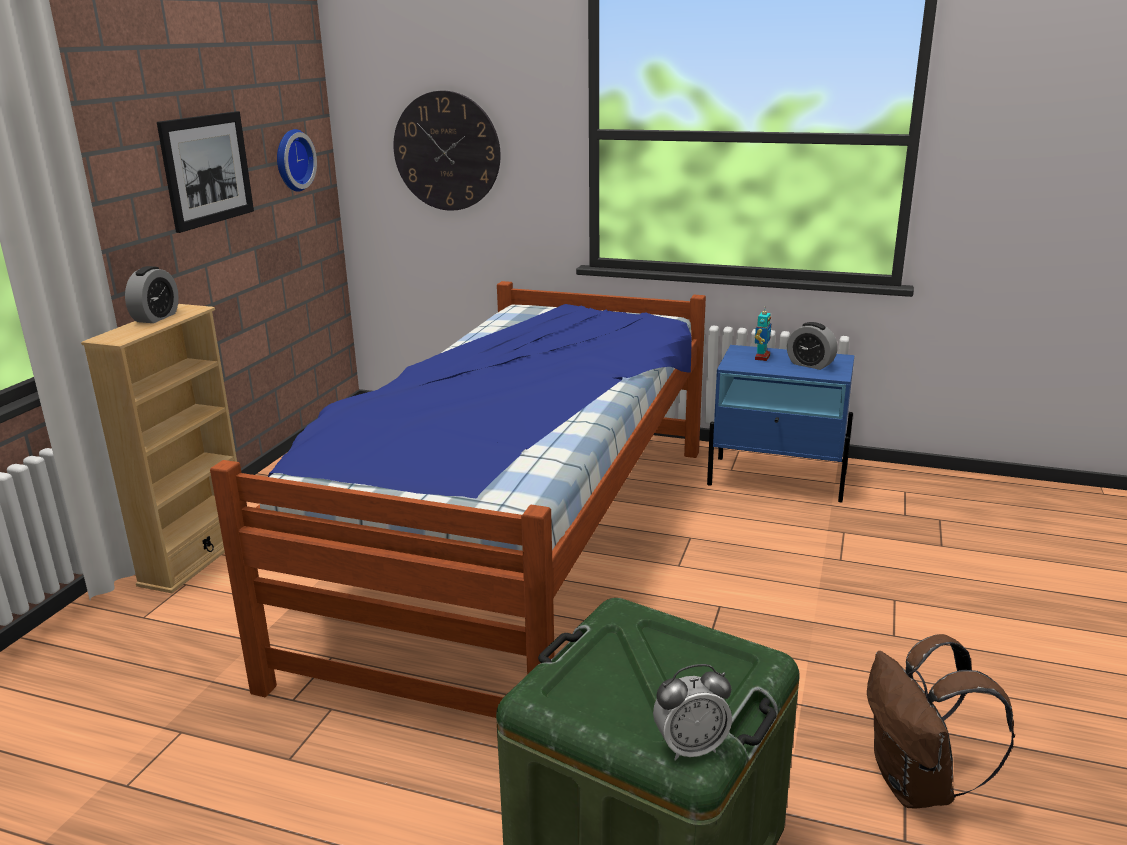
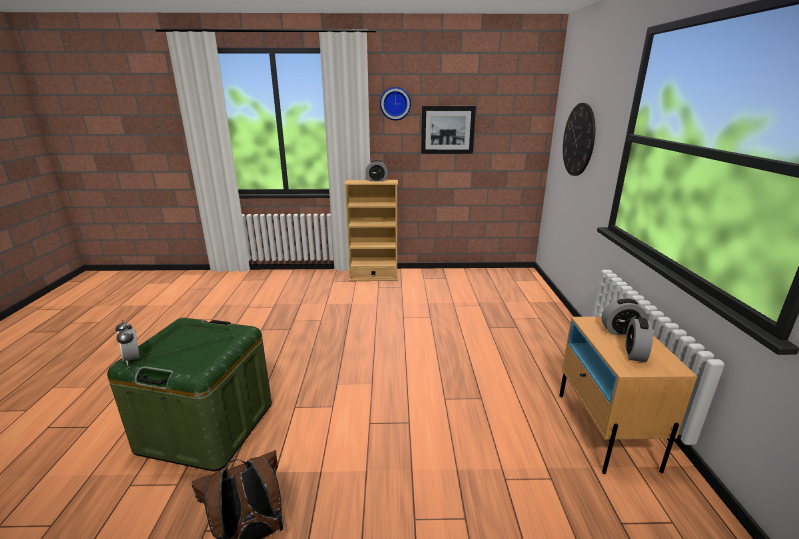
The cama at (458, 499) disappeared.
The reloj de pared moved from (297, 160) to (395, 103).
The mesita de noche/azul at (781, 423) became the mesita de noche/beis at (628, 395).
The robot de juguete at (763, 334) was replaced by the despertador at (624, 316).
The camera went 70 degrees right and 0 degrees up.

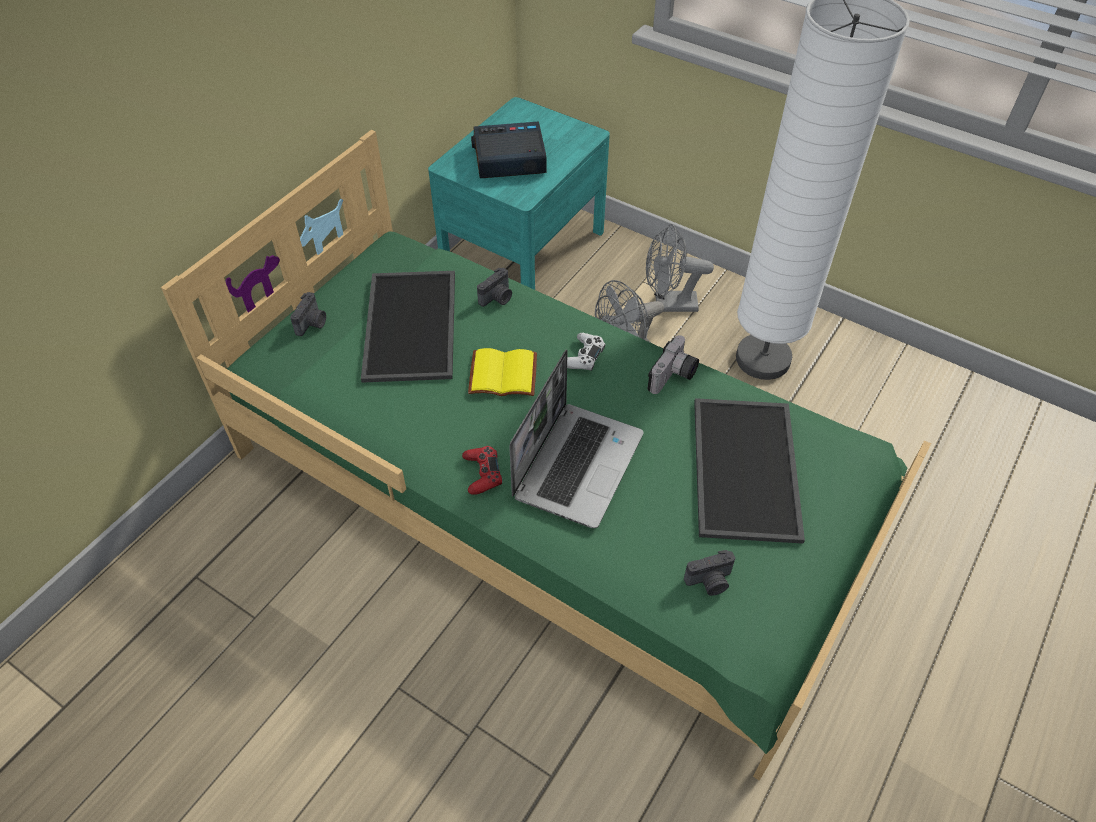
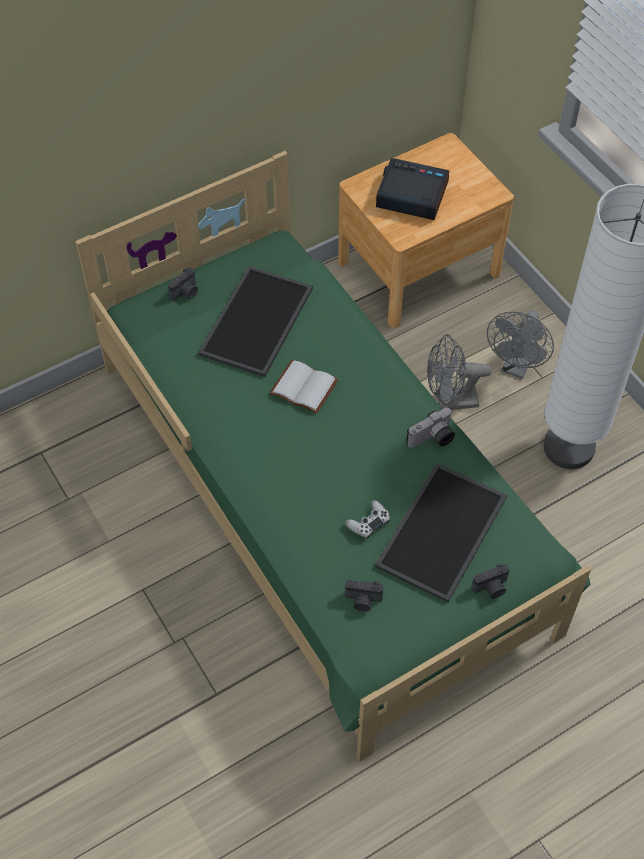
The mesita de noche/turquesa at (519, 193) became the mesita de noche/marrón at (426, 230).
The mando de consola/rojo at (482, 470) disappeared.
The libro/amarillo at (502, 372) became the libro/blanco at (304, 387).
The cámara moved from (494, 287) to (491, 581).
The portátil at (576, 438) disappeared.
The mando de consola/blanco moved from (586, 352) to (367, 519).
The ventilador/gris at (680, 268) turned 90 degrees counterclockwise.
The camera went 25 degrees right and 5 degrees up.

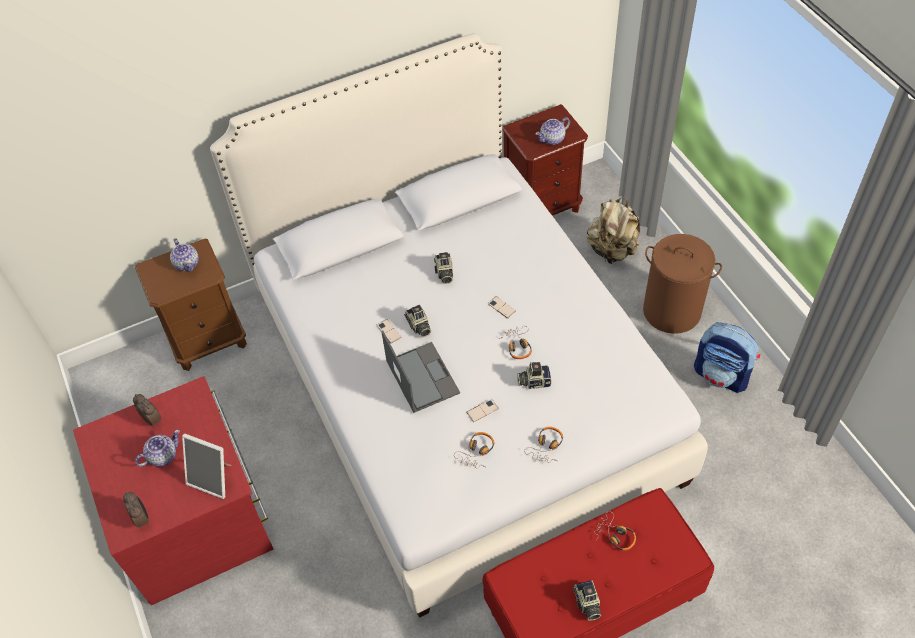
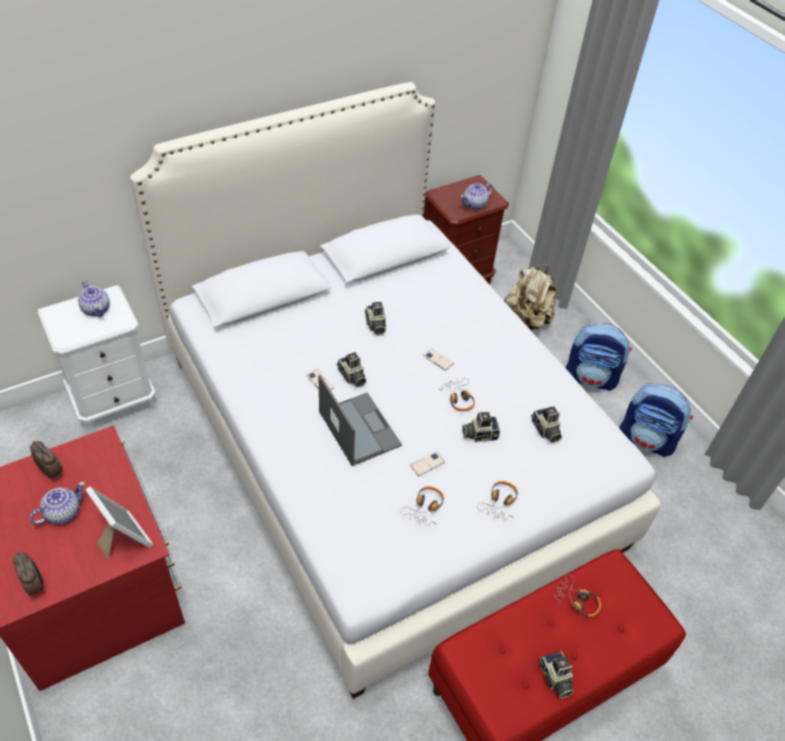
The mesita de noche/marrón at (191, 304) became the mesita de noche/blanco at (96, 357).
The portarretratos at (207, 466) turned 150 degrees counterclockwise.
The cesto de la ropa/marrón at (682, 284) was replaced by the mochila at (598, 357).
The cámara at (546, 424) appeared.
The camera went 10 degrees left and 5 degrees down.

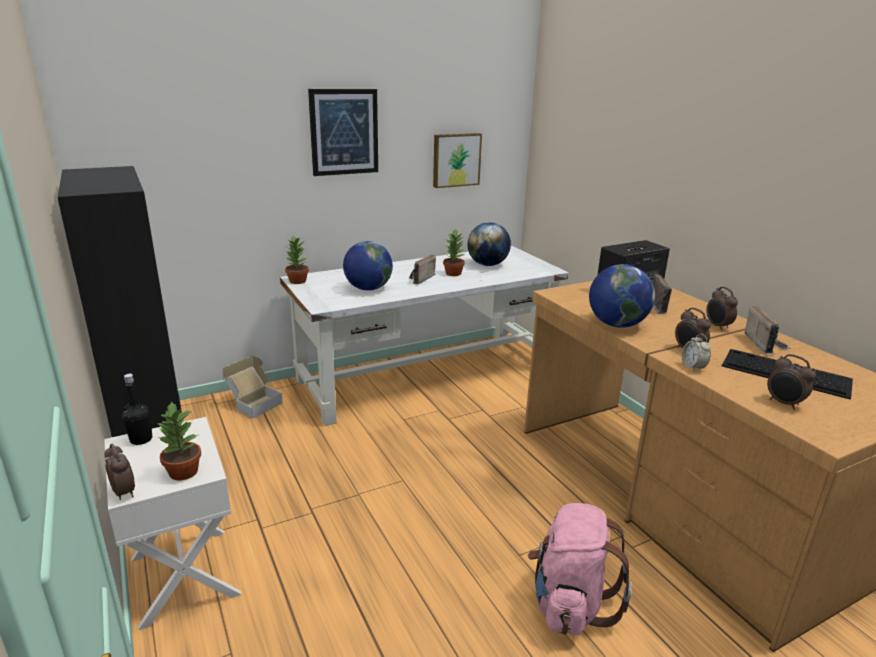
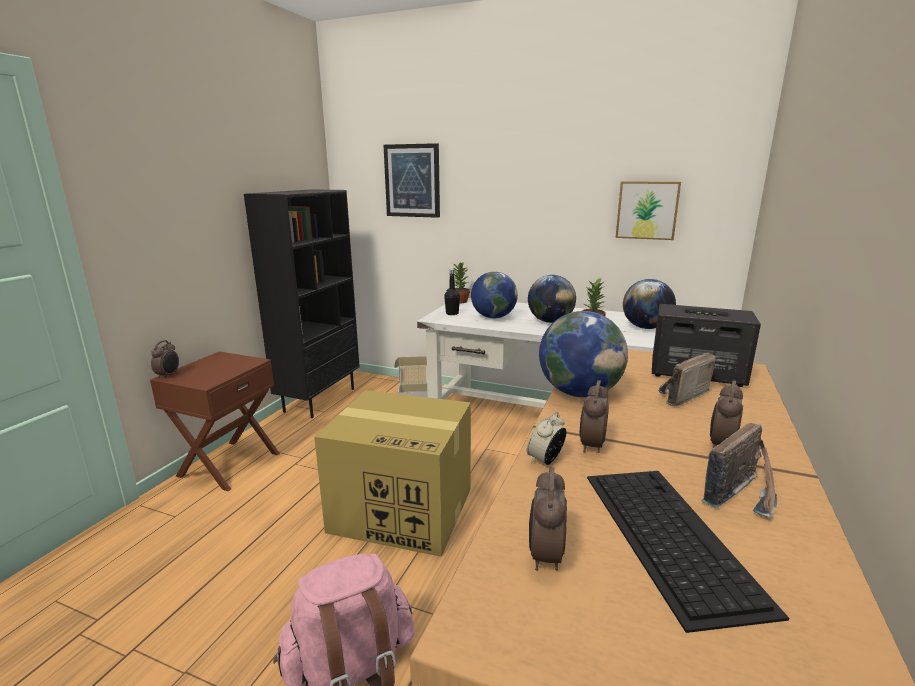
The mesita de noche/blanco at (173, 523) became the mesita de noche/marrón at (215, 421).
The botella/negro moved from (137, 409) to (452, 292).
The planta en maceta at (178, 440) disappeared.
The cuadro moved from (343, 132) to (411, 180).
The radio at (422, 269) was replaced by the globo terráqueo at (552, 299).
The caja de cartón at (392, 473) appeared.
The camera went 50 degrees right and 5 degrees down.

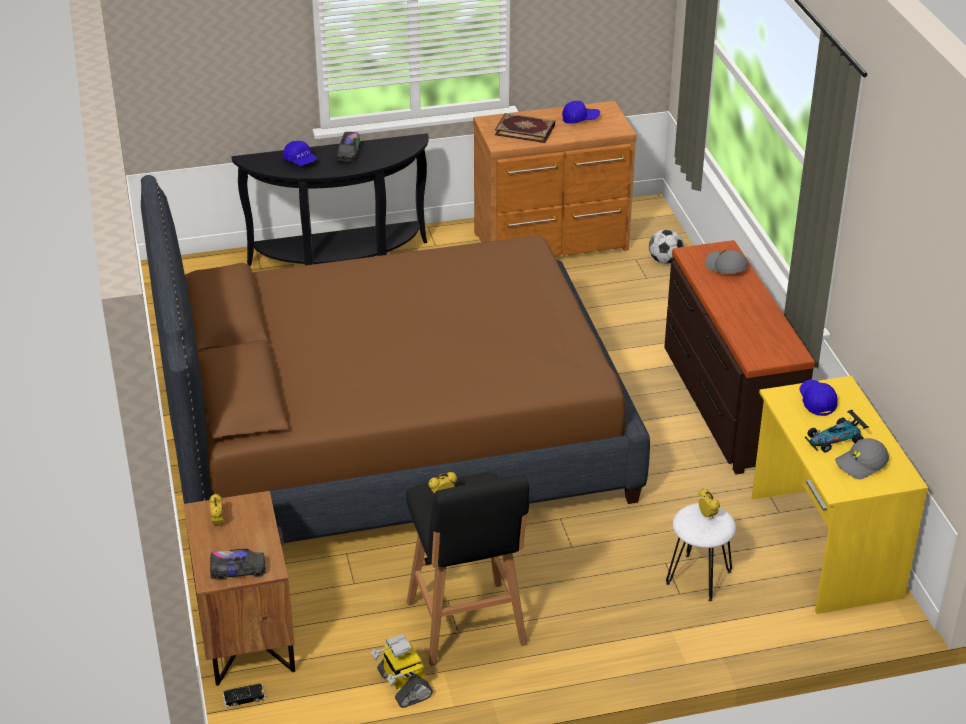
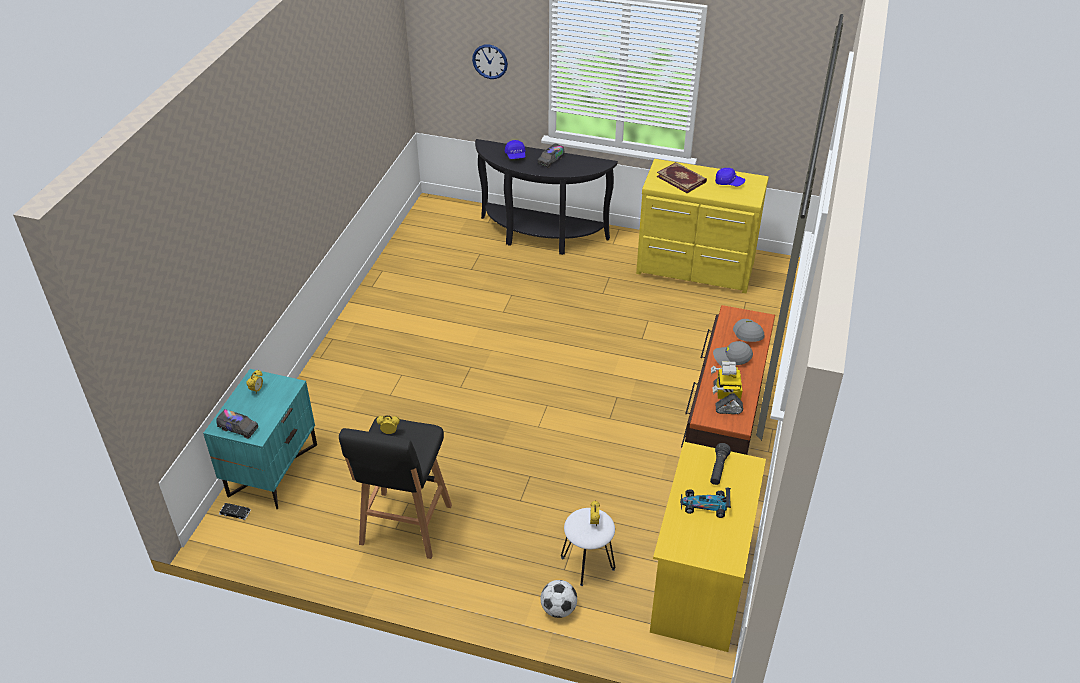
The cama/marrón at (395, 359) disappeared.
The mesita de noche/marrón at (239, 588) became the mesita de noche/turquesa at (260, 439).
The robot de juguete moved from (402, 671) to (727, 387).
The cómoda/marrón at (555, 179) became the cómoda/amarillo at (702, 226).
The balón de fútbol moved from (666, 246) to (559, 599).
The gorra/azul at (818, 398) was replaced by the linterna/negro at (720, 464).
The gorra/gris moved from (862, 459) to (733, 353).
The reloj de pared at (490, 61) appeared.
The camera went 30 degrees right and 5 degrees up.

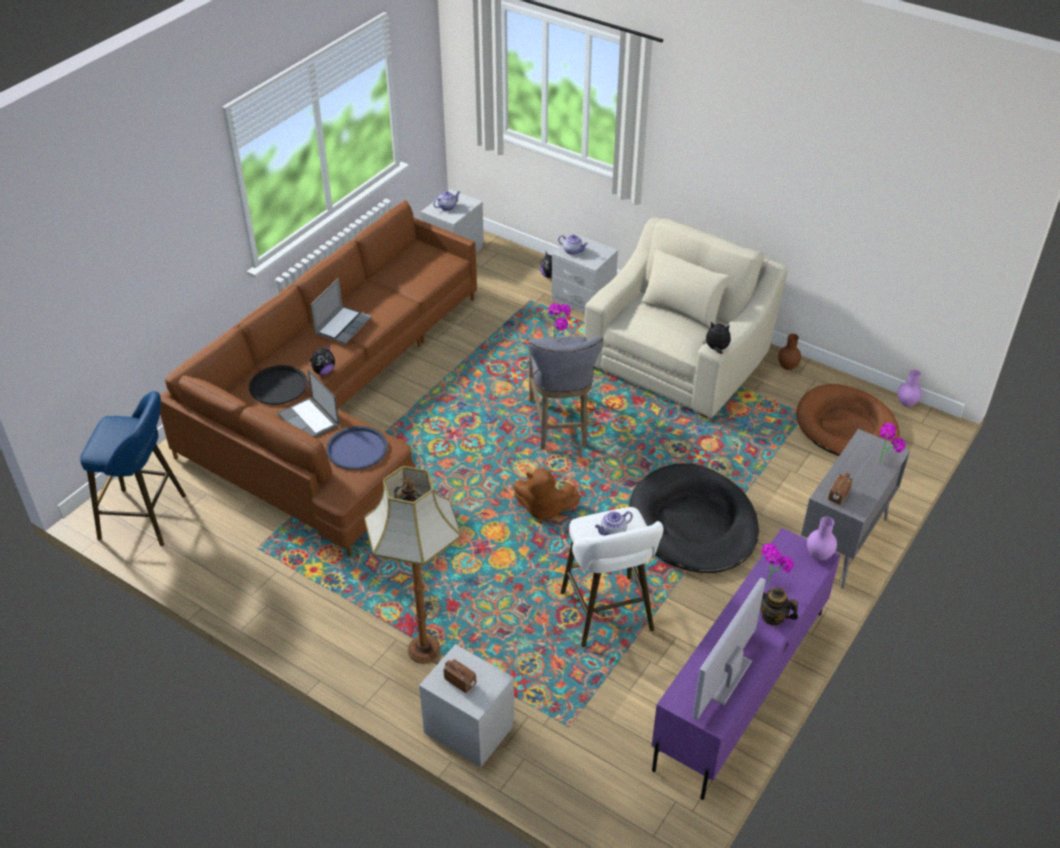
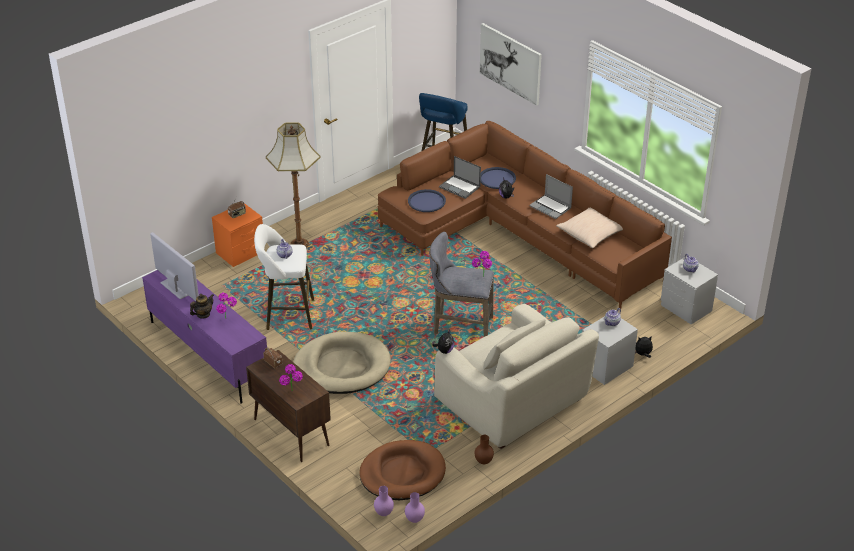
The bandeja/negro at (278, 385) became the bandeja/azul at (498, 178).
The portátil at (309, 404) turned 120 degrees counterclockwise.
The mesita de noche/gris at (466, 705) became the mesita de noche/naranja at (237, 235).
The peluche/marrón at (547, 496) disappeared.
The cama para perro/negro at (694, 518) became the cama para perro/beis at (342, 363).
The armario/gris at (855, 509) became the armario/marrón at (288, 406).
The florero/morado moved from (822, 538) to (384, 501).
The cuadro at (511, 64) appeared.
The cojín/beis at (589, 228) appeared.
The camera went 105 degrees right and 5 degrees down.

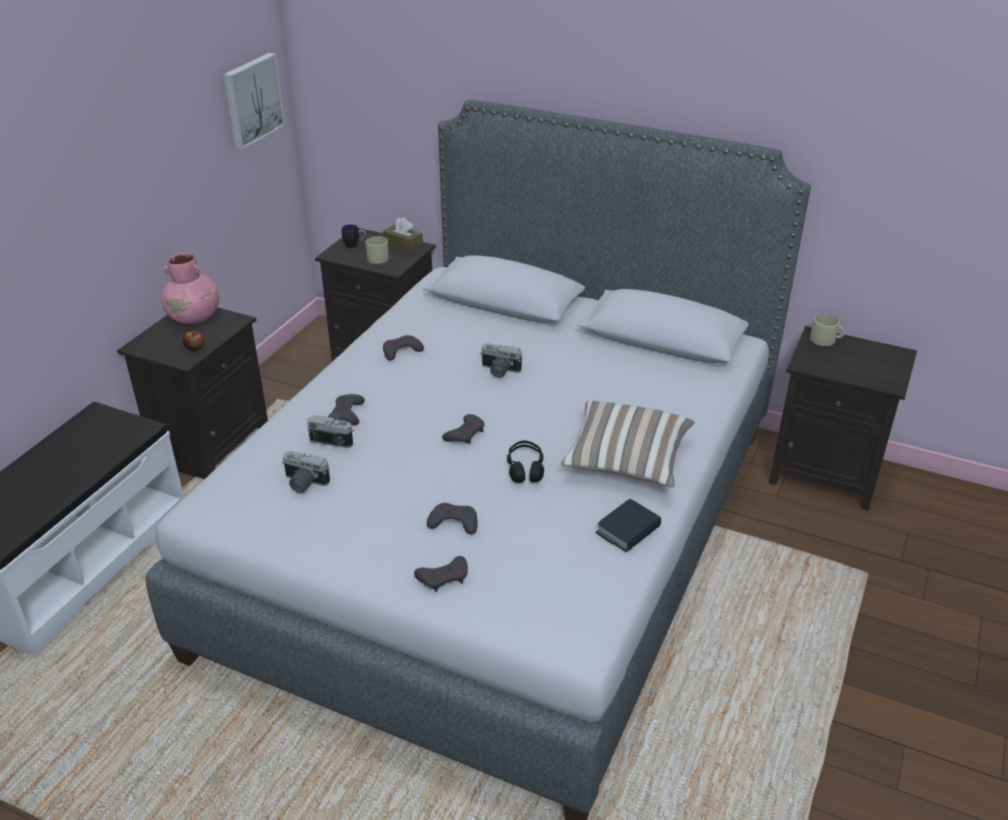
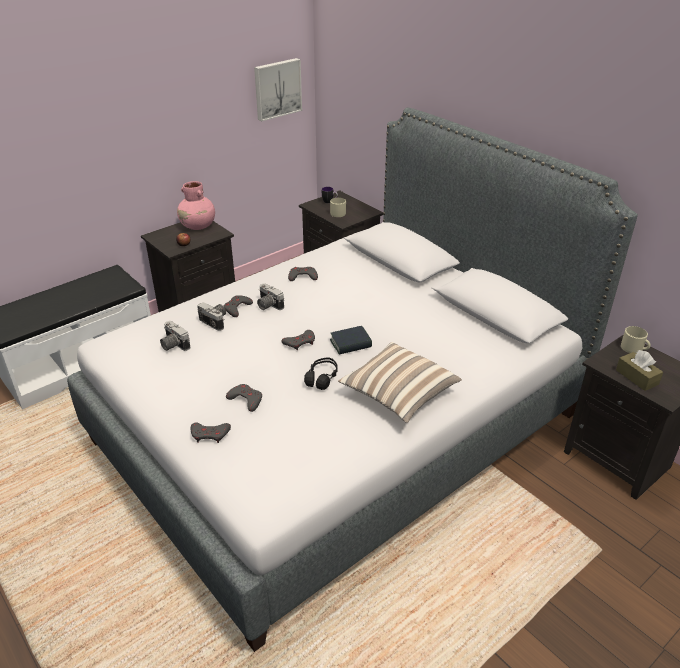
The caja de pañuelos/marrón moved from (403, 235) to (639, 370).
The cámara moved from (501, 361) to (270, 296).
The libro moved from (628, 525) to (351, 340).
The camera went 25 degrees right and 0 degrees up.

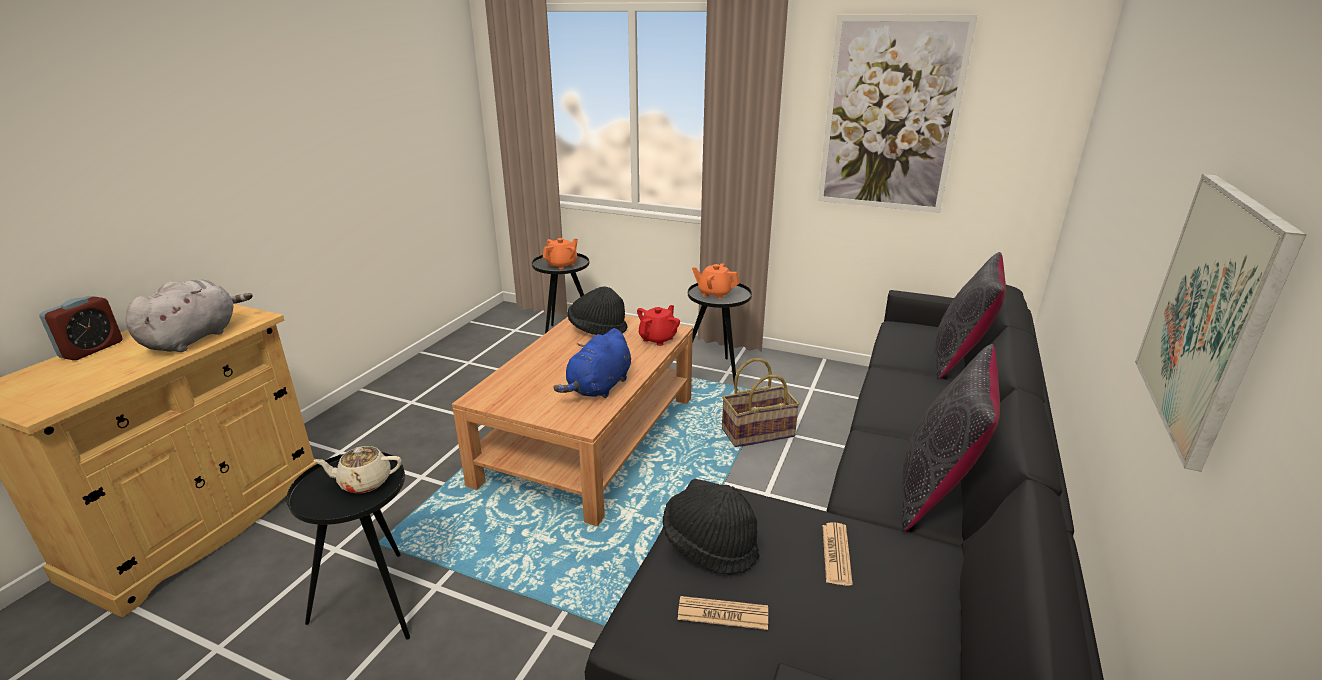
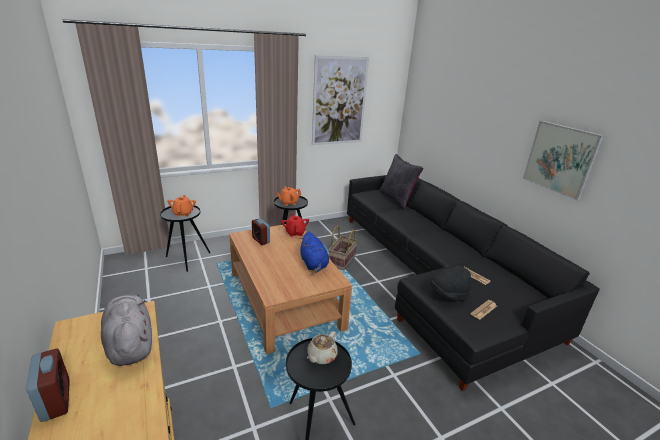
The sombrero/negro at (597, 310) was replaced by the despertador at (261, 231).
The cojín/negro at (951, 438) disappeared.
The camera went 50 degrees left and 0 degrees up.

